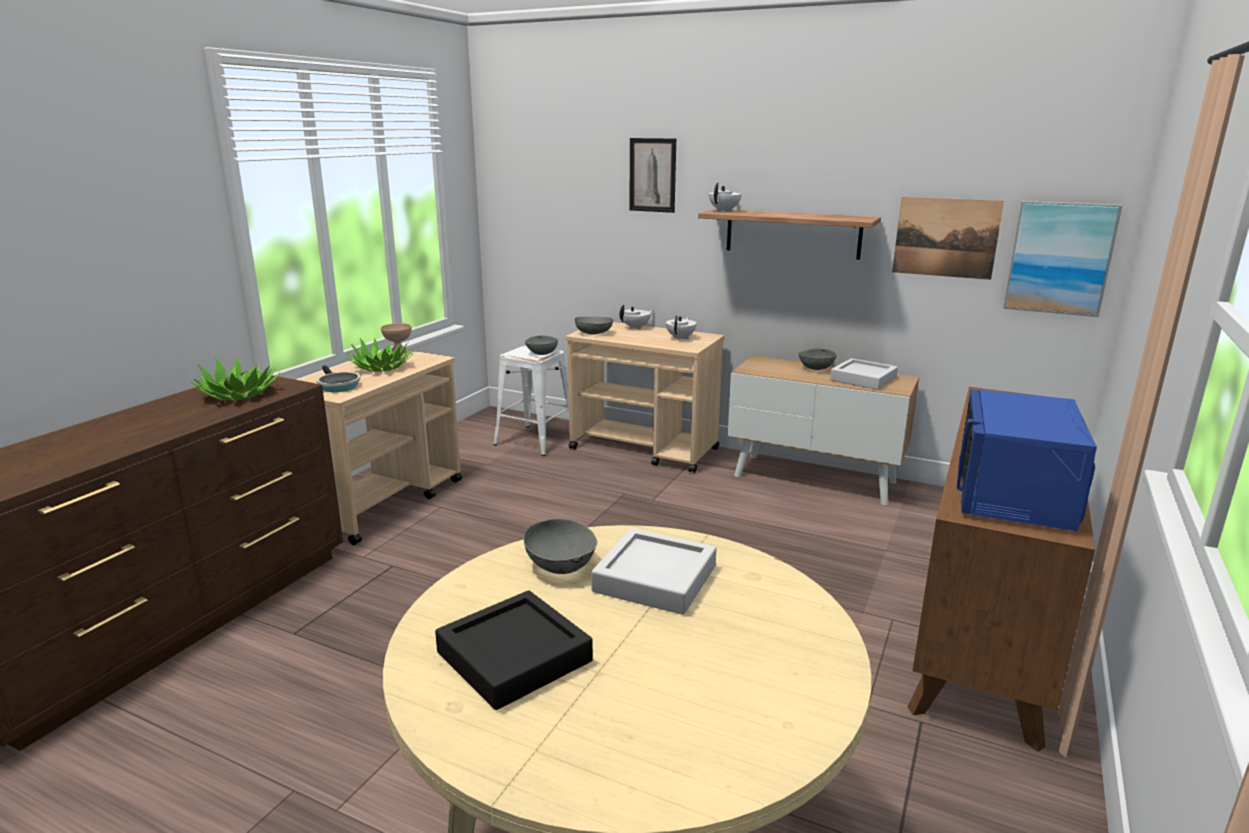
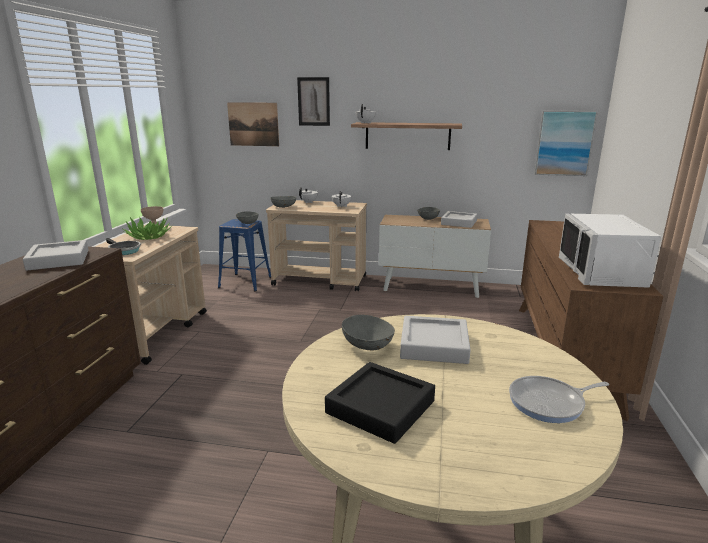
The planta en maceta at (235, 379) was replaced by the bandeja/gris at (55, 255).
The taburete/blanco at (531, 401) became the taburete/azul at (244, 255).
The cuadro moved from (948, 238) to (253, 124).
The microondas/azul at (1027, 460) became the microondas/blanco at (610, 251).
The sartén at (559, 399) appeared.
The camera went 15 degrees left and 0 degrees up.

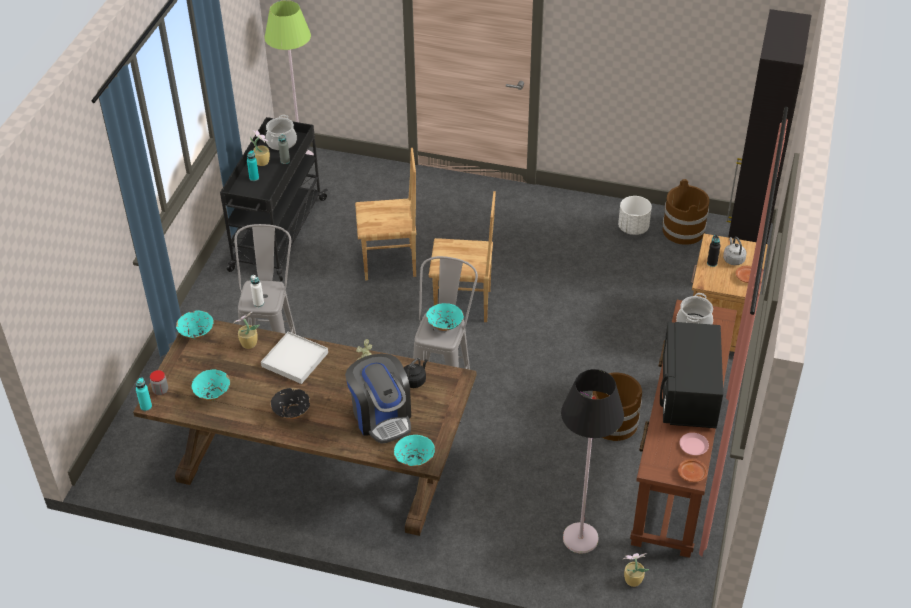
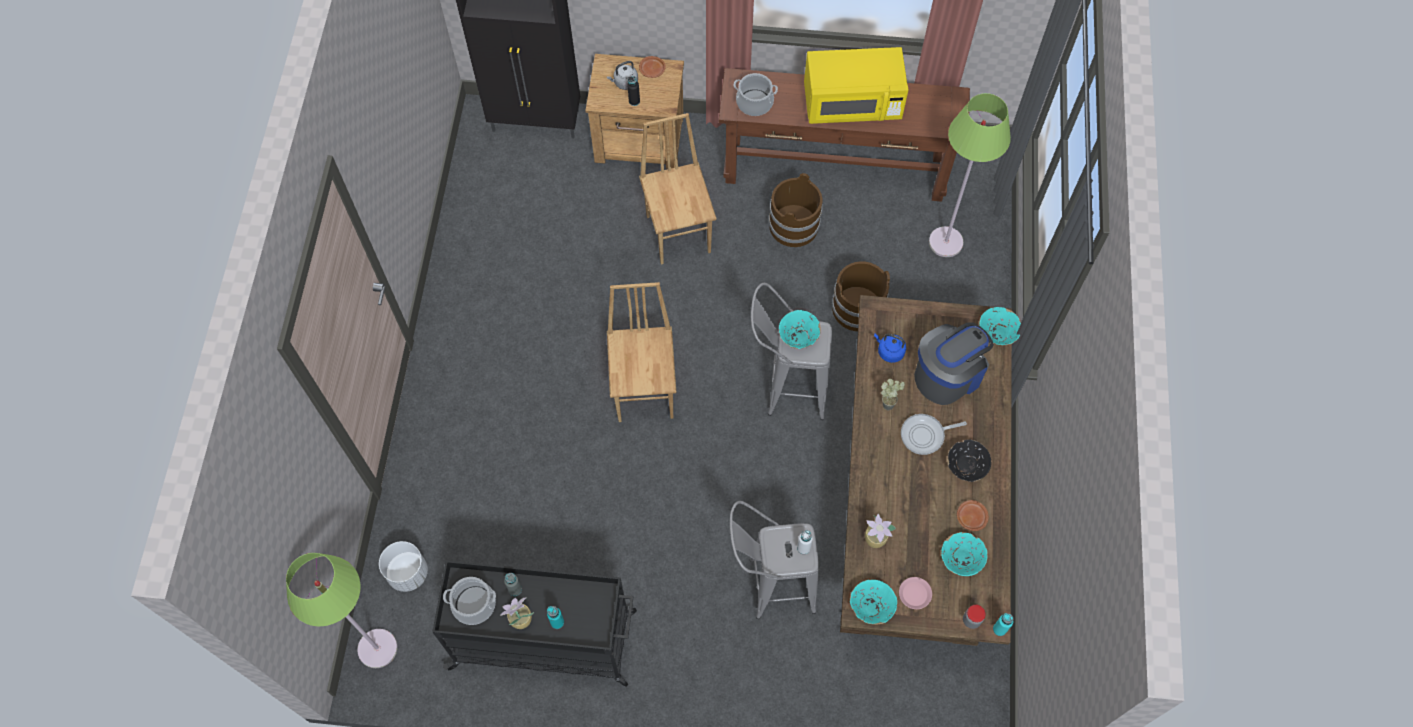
The bandeja/blanco at (294, 358) disappeared.
The silla/marrón moved from (385, 214) to (677, 188).
The hervidor/negro at (416, 373) became the hervidor/azul at (890, 348).
The lámpara de pie/negro at (592, 461) became the lámpara de pie/verde at (970, 175).
The maceta/blanco moved from (635, 215) to (403, 566).
The planta en maceta at (636, 570) disappeared.
The microondas/negro at (691, 375) became the microondas/amarillo at (856, 85).
The cubo/marrón moved from (686, 212) to (861, 296).
The plato/marrón moved from (693, 470) to (973, 515).
The plato/rosa moved from (694, 444) to (915, 593).
The sartén at (934, 434) appeared.
The camera went 100 degrees left and 20 degrees up.

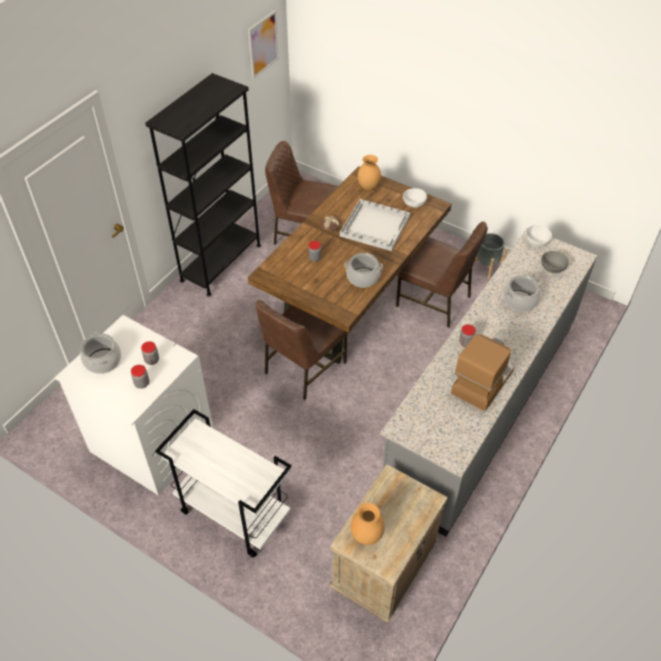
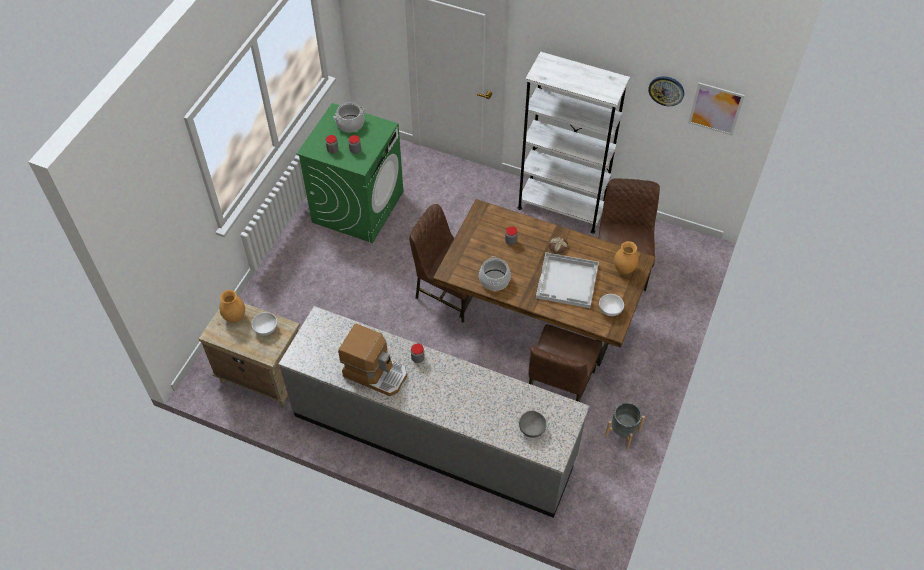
The lavadora/blanco at (134, 405) became the lavadora/verde at (350, 173).
The estantería/negro at (203, 184) became the estantería/blanco at (573, 142).
The carrito/blanco at (223, 483) disappeared.
The olla at (522, 293) disappeared.
The cuenco/blanco moved from (539, 236) to (264, 324).
The reloj de pared at (666, 91) appeared.
The camera went 80 degrees right and 5 degrees up.

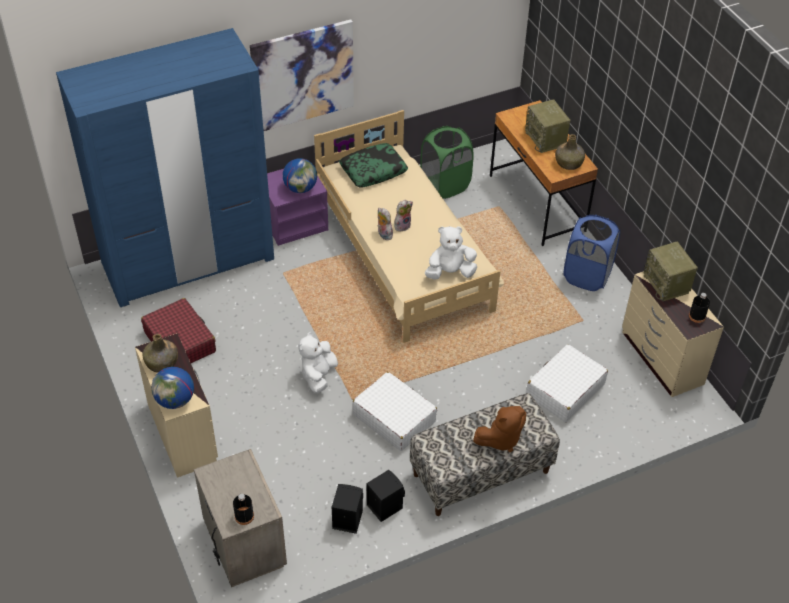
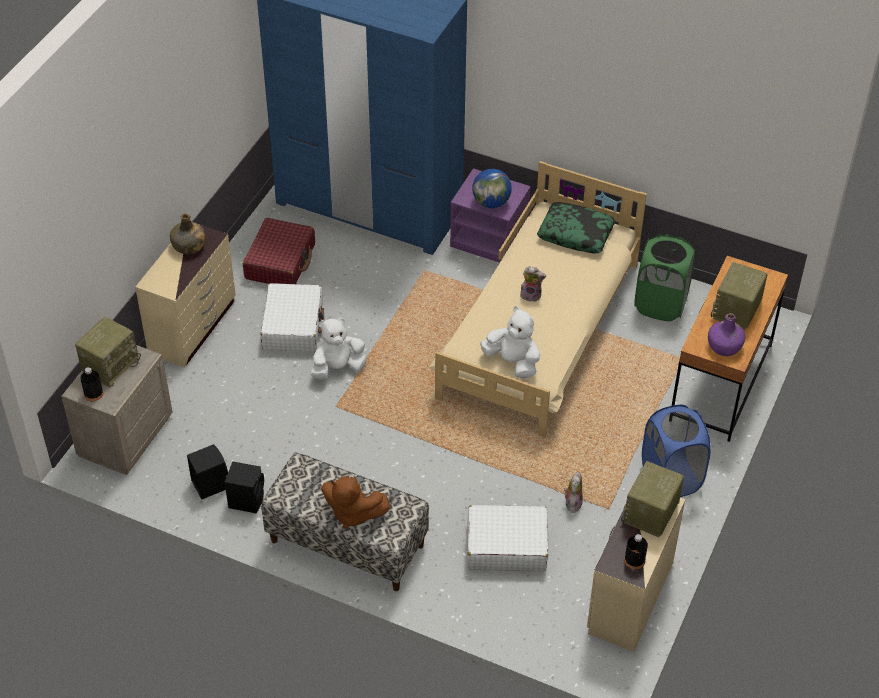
The globo terráqueo at (172, 388) disappeared.
The cuadro at (302, 75) disappeared.
The maleta/blanco moved from (394, 411) to (292, 317).
The peluche moved from (385, 224) to (573, 492).
The botella/verde at (570, 152) became the botella/morado at (727, 334).
The radio at (108, 352) appeared.
The camera went 50 degrees right and 0 degrees up.

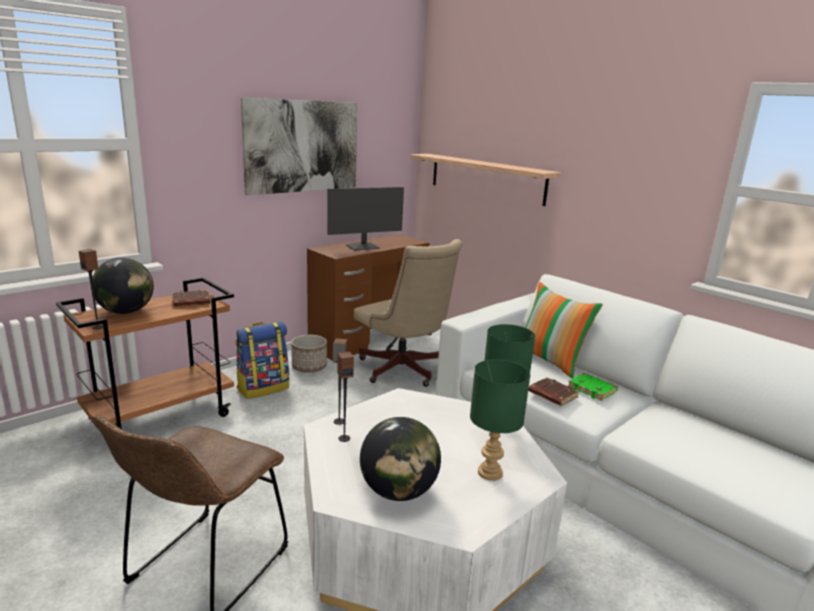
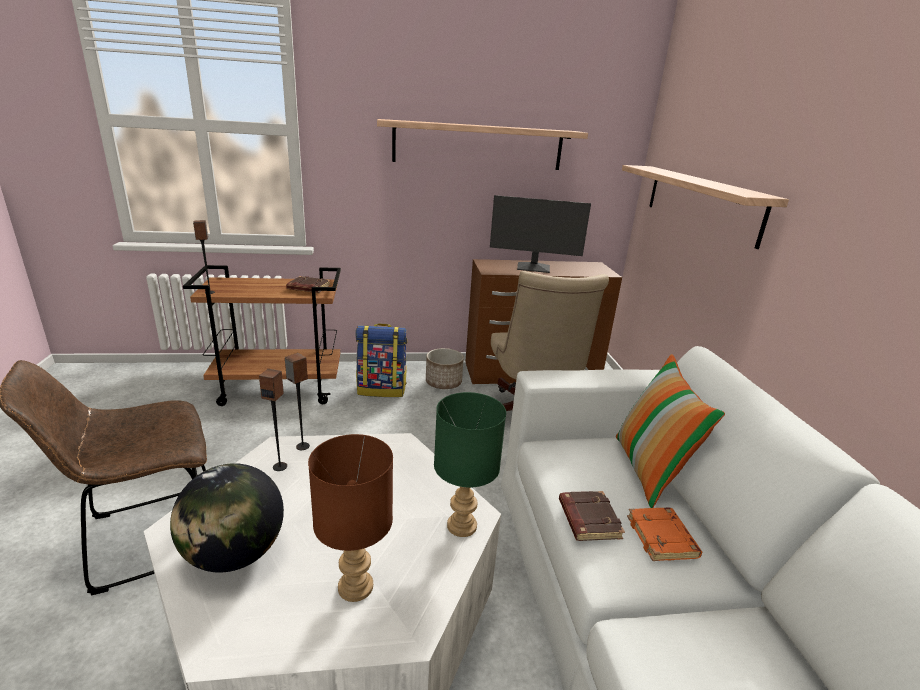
The globo terráqueo at (123, 286) disappeared.
The cuadro at (299, 146) was replaced by the estante at (482, 144).
The lámpara de mesa/verde at (500, 420) became the lámpara de mesa/marrón at (350, 518).
The libro/verde at (593, 387) became the libro/naranja at (664, 534).
The camera went 35 degrees right and 5 degrees up.

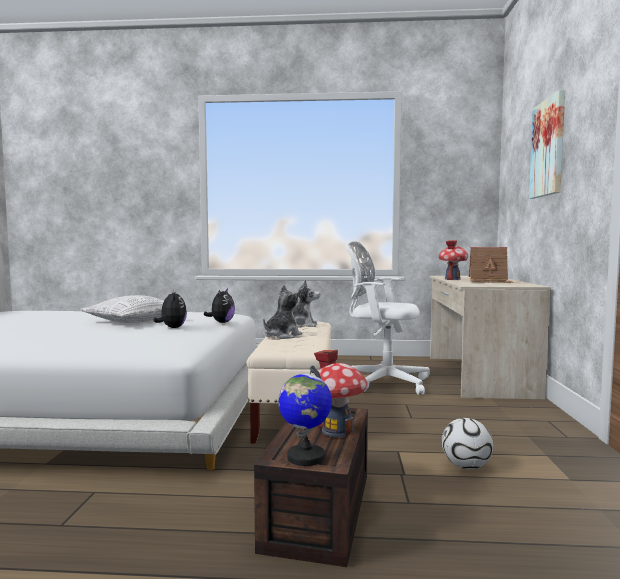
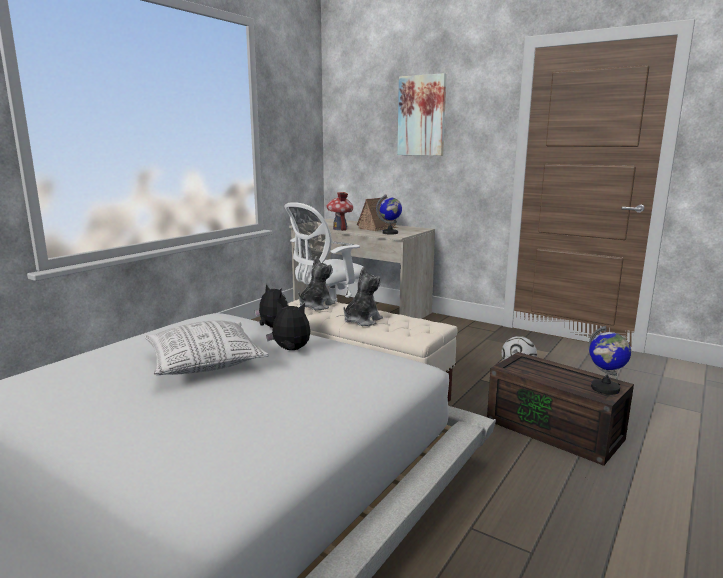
The peluche at (282, 311) turned 60 degrees clockwise.
The casita at (340, 393) disappeared.
The globo terráqueo at (389, 214) appeared.
The camera went 60 degrees left and 10 degrees up.

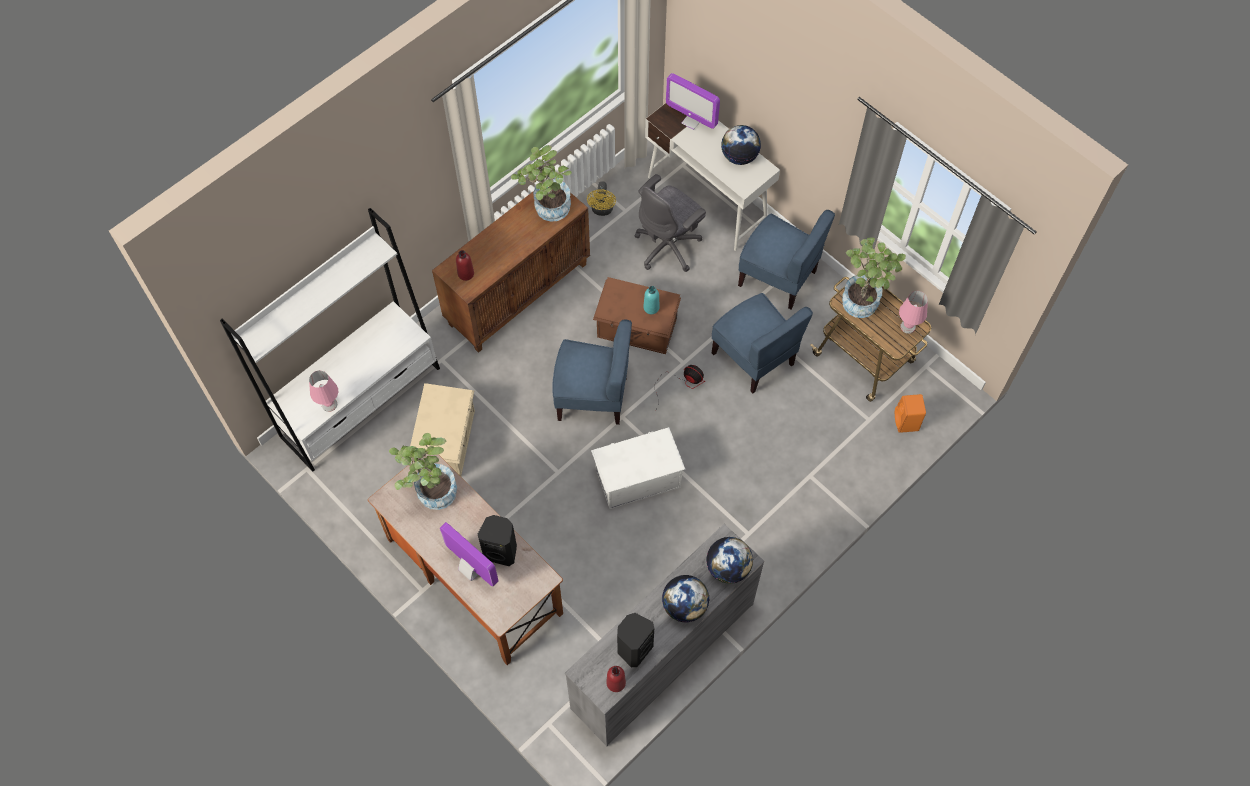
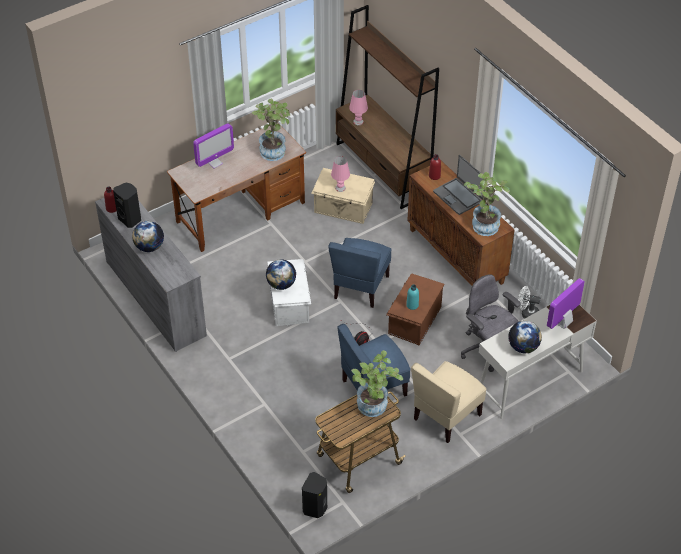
The estantería/blanco at (330, 340) became the estantería/marrón at (387, 107).
The altavoz/negro moved from (497, 540) to (314, 495).
The ventilador/amarillo at (601, 198) became the ventilador/blanco at (529, 302).
The globo terráqueo moved from (729, 560) to (281, 274).
The silla/azul at (786, 259) became the silla/beis at (448, 402).
The altavoz/naranja at (910, 413) disappeared.
The lámpara de mesa/rosa moved from (913, 312) to (340, 174).
The portátil at (459, 185) appeared.
The camera went 100 degrees right and 15 degrees down.

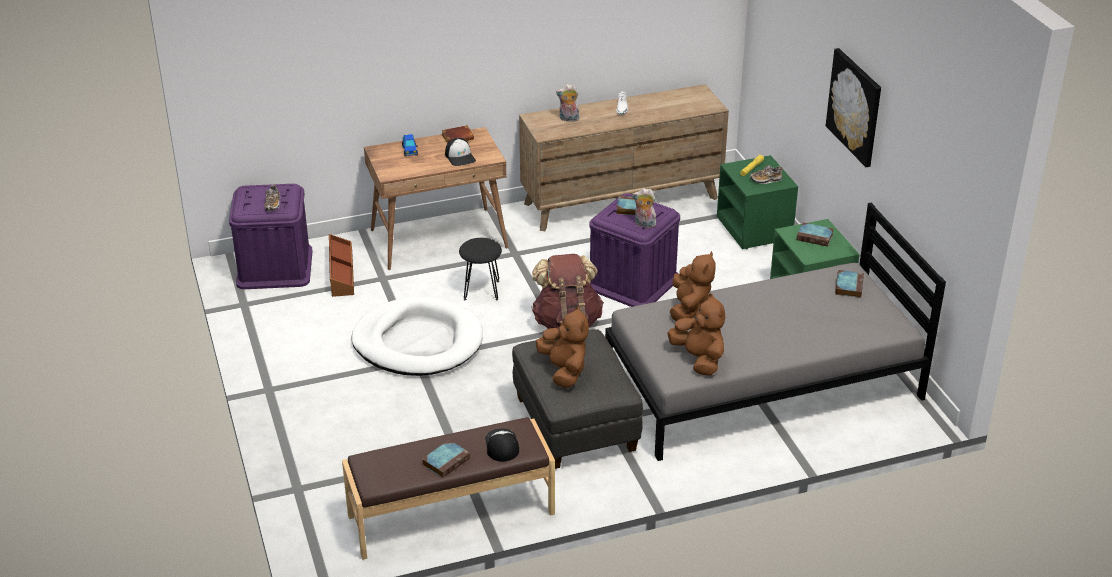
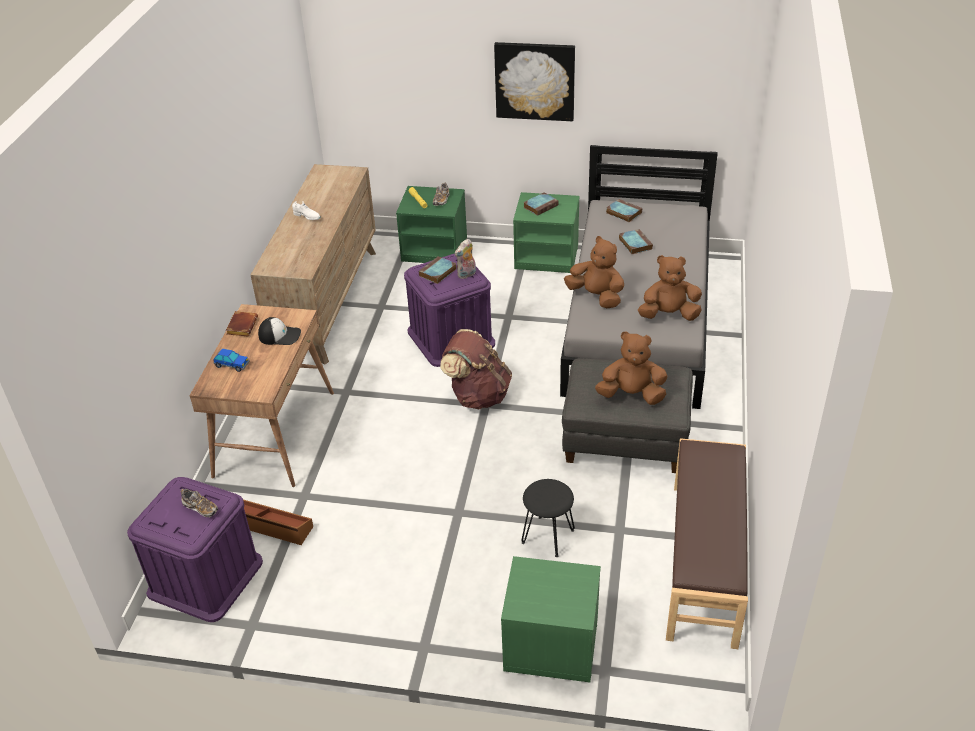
The cama para perro/blanco at (417, 336) disappeared.
The libro moved from (446, 459) to (636, 241).
The taburete/negro moved from (480, 269) to (548, 518).
The gorra at (502, 445) disappeared.
The peluche at (568, 103) disappeared.
The mesita de noche/verde at (551, 619) appeared.
The camera went 60 degrees left and 5 degrees up.

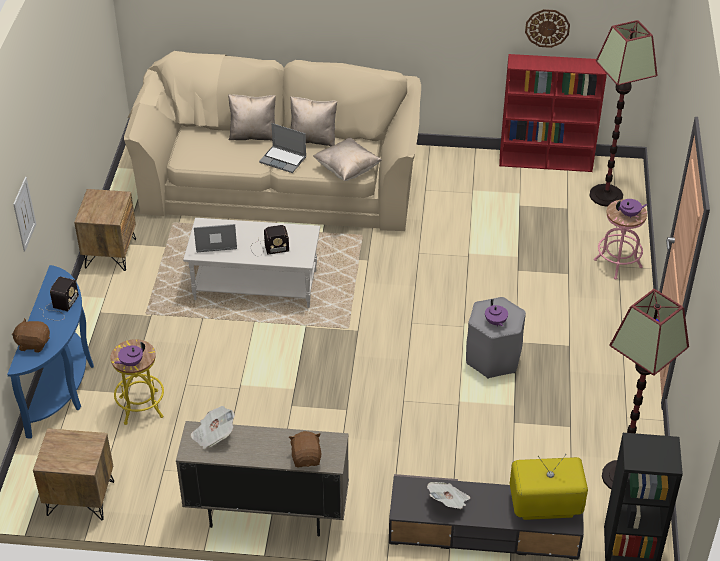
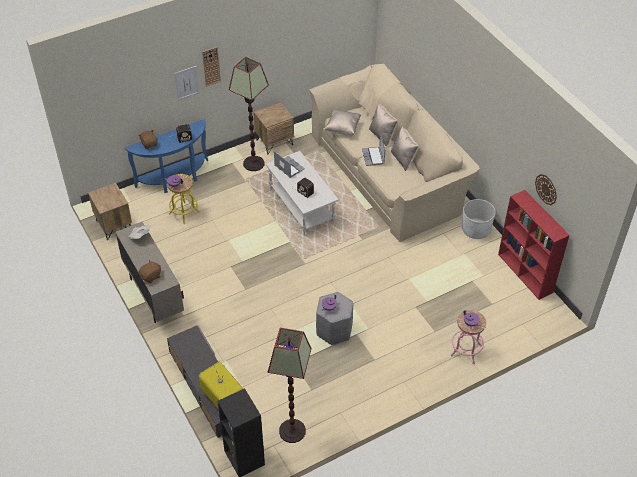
The cojín/beis moved from (347, 159) to (343, 122).
The periódico at (448, 495) disappeared.
The lámpara de pie moved from (623, 113) to (249, 114).
The reloj de pared at (211, 67) appeared.
The maceta/blanco at (479, 219) appeared.
The camera went 55 degrees right and 5 degrees up.

